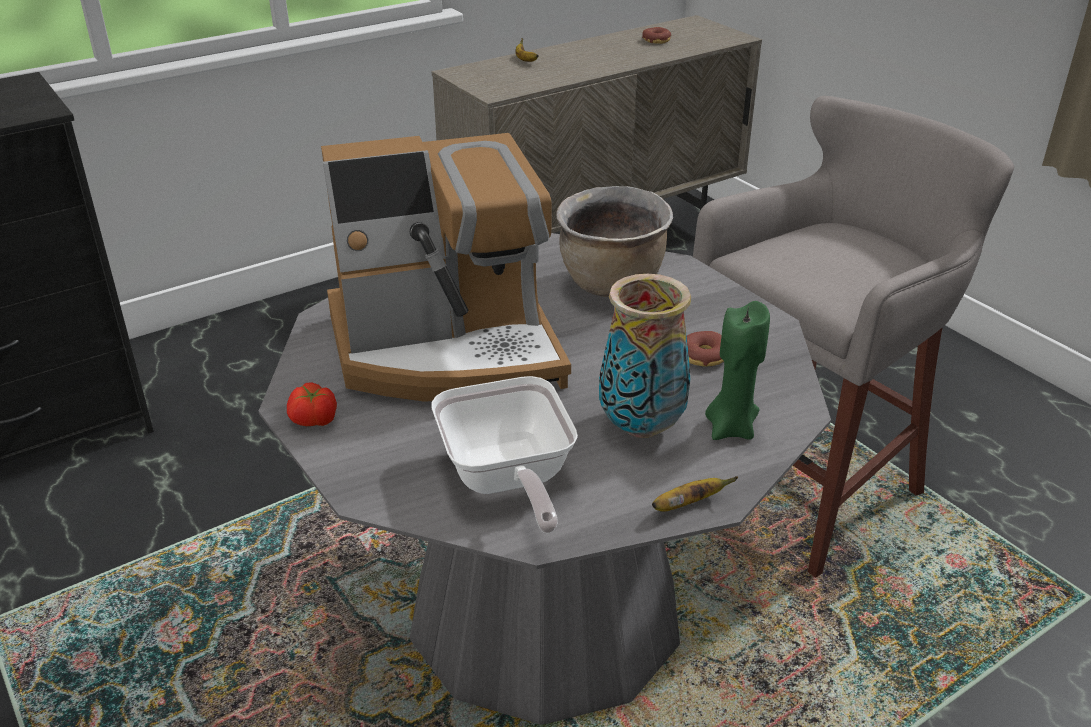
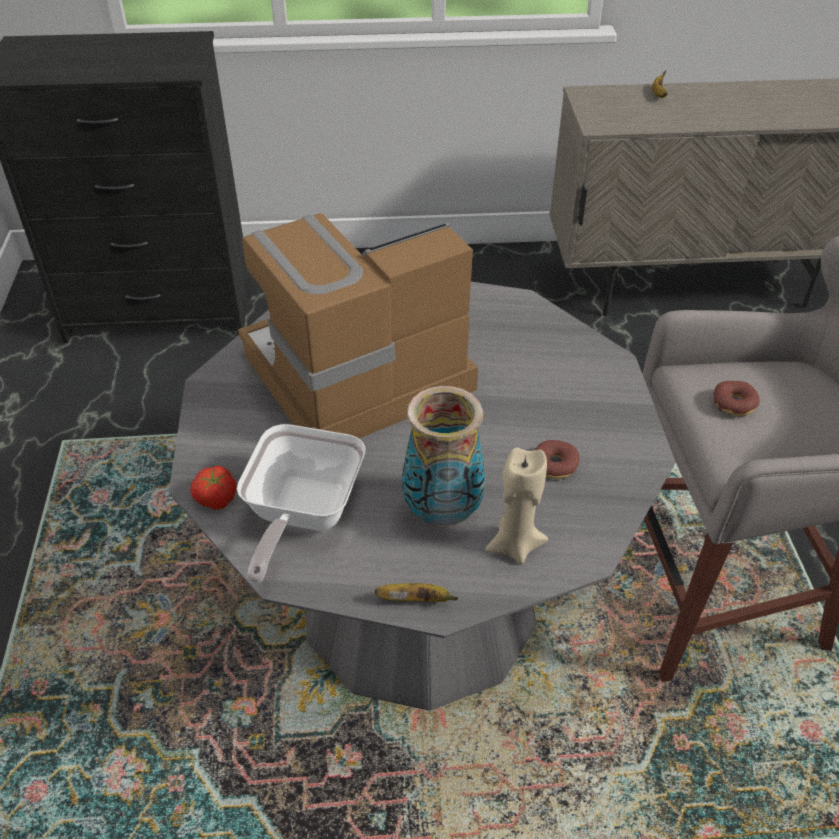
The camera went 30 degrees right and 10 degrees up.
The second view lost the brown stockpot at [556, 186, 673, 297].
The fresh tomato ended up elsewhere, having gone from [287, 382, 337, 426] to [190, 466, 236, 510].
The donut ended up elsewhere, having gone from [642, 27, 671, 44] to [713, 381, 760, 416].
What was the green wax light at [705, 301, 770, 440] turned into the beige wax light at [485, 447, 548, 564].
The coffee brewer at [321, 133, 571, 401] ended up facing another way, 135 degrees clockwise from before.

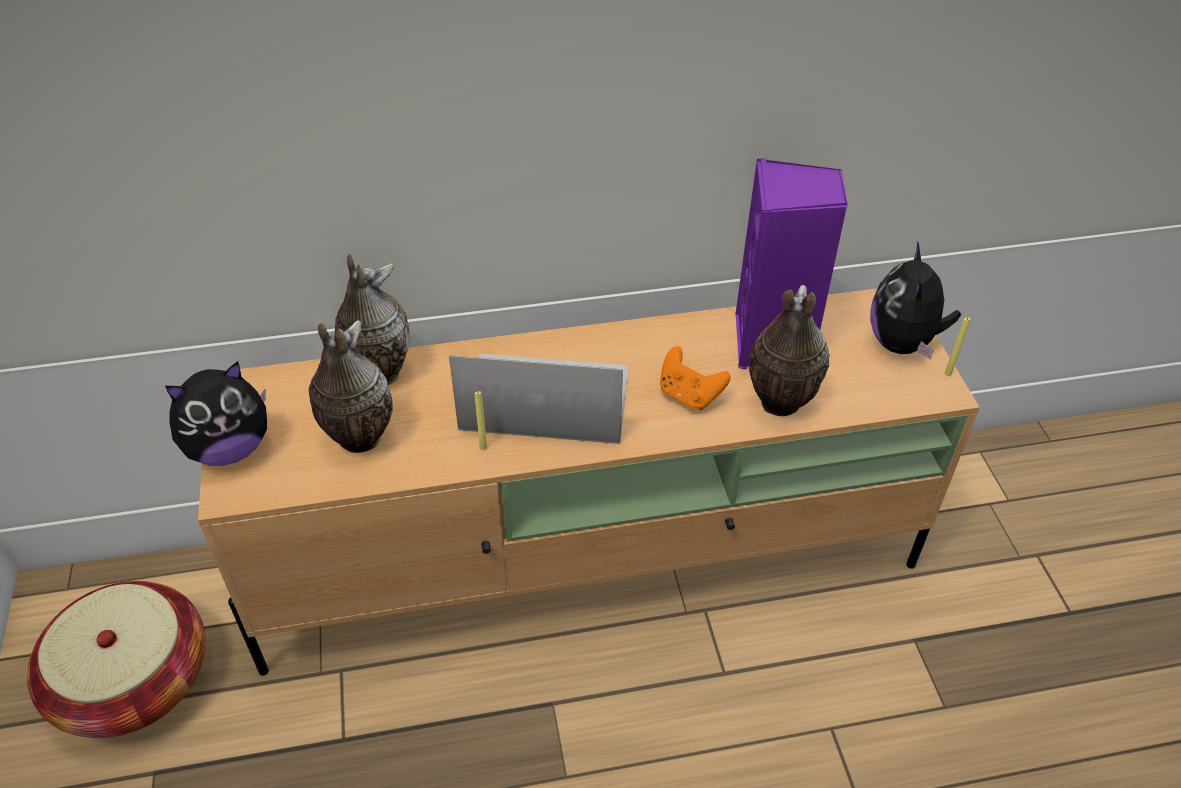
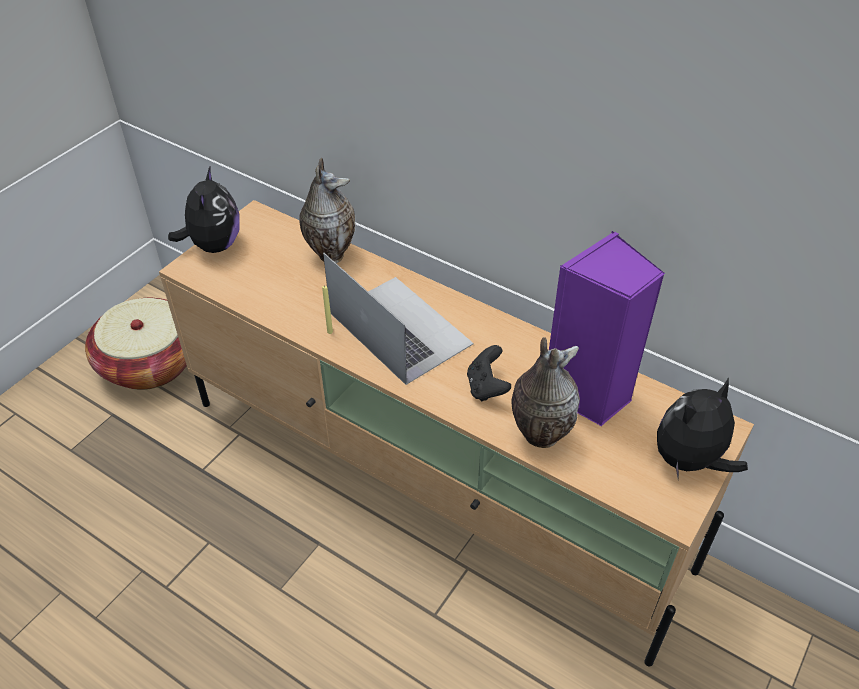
The camera went 45 degrees right and 0 degrees up.
The second view lost the vase at [309, 320, 393, 453].
The second view lost the yellow-coloured wax light at [945, 317, 971, 376].
What was the orangey game controller at [660, 346, 731, 411] turned into the blackish game controller at [467, 345, 511, 402].
The soft toy at [165, 361, 267, 466] ended up facing another way, 105 degrees counterclockwise from before.

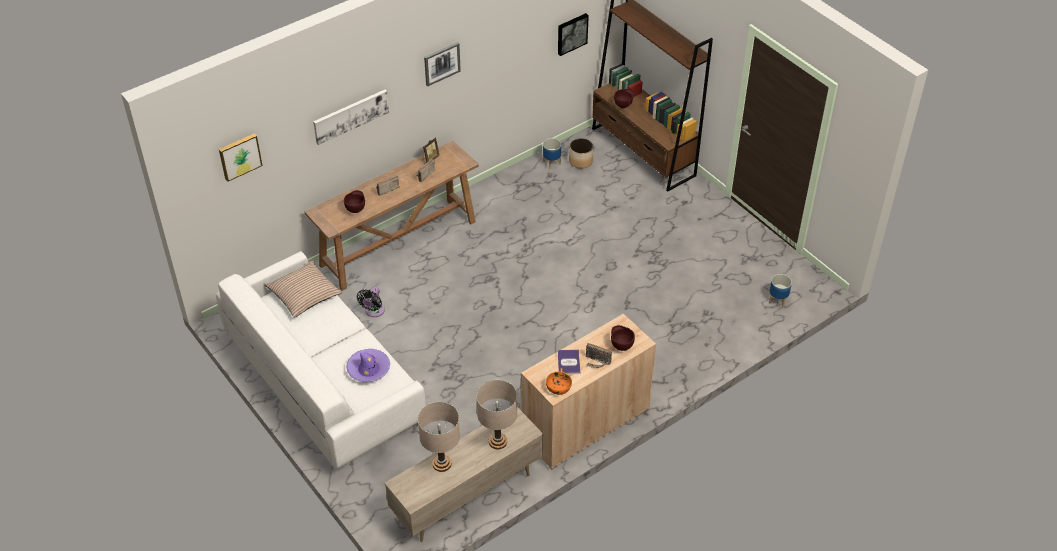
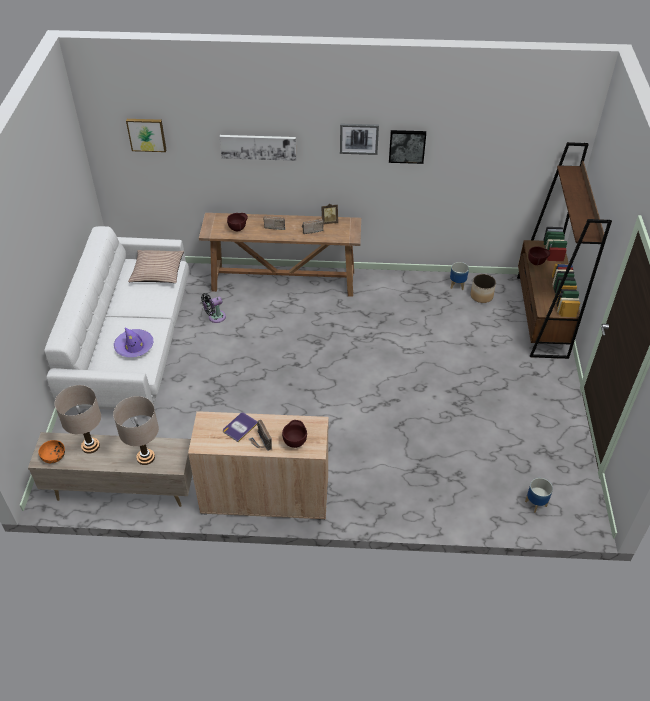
The camera went 40 degrees right and 0 degrees up.
The orangey serving bowl ended up elsewhere, having gone from [546, 371, 572, 395] to [38, 440, 65, 463].
The wall art ended up elsewhere, having gone from [558, 13, 589, 56] to [389, 130, 426, 164].

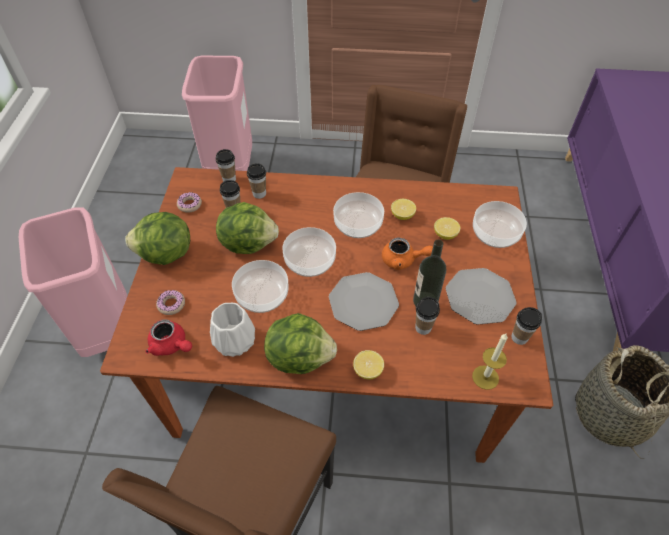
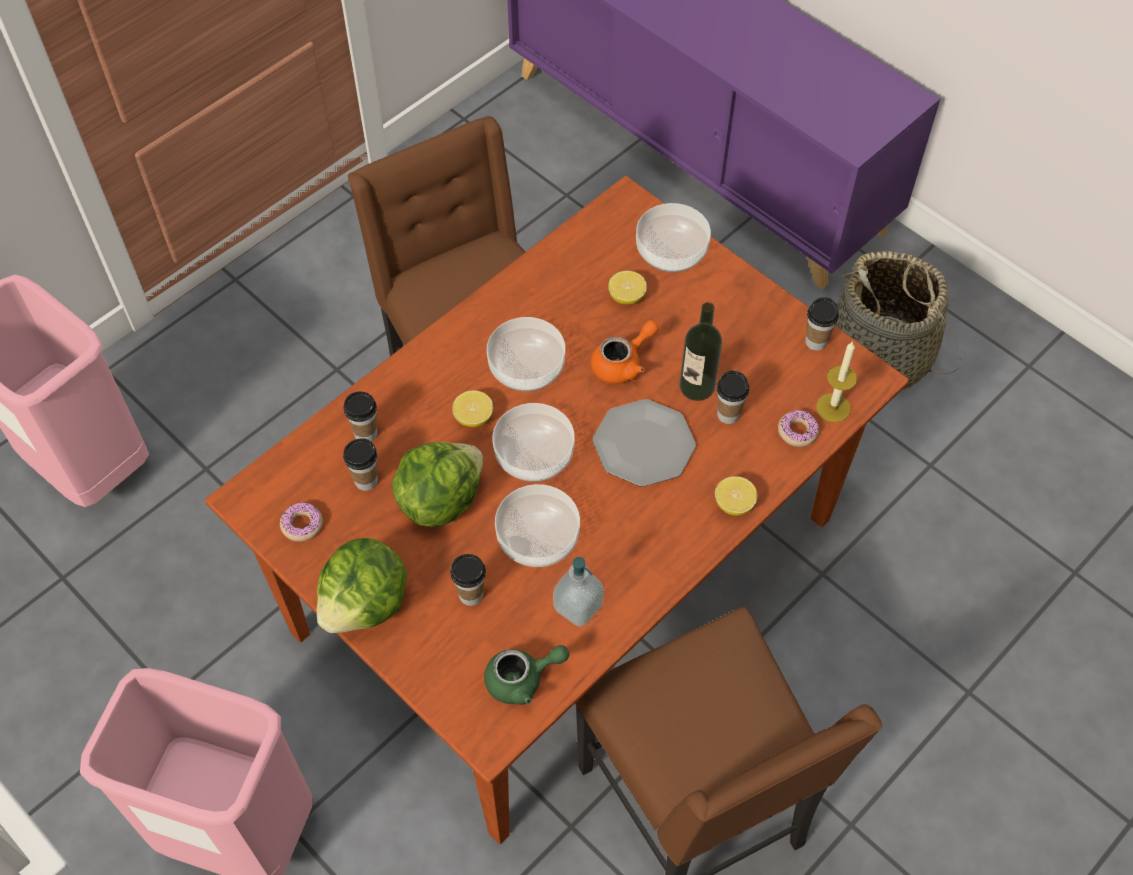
The camera went 50 degrees left and 5 degrees up.
The second view lost the lettuce at [264, 313, 337, 374].
The second view lost the flat dish at [446, 268, 516, 325].
The donut ended up elsewhere, having gone from [156, 290, 185, 315] to [778, 410, 819, 447].
The drinking cup ended up elsewhere, having gone from [216, 149, 236, 182] to [450, 554, 486, 606].
The whole lemon ended up elsewhere, having gone from [391, 199, 416, 220] to [452, 390, 493, 427].
Where the whitish vase stood at [210, 303, 255, 357], the liquid soap bottle came to stand at [553, 557, 604, 627].
What was the red teapot at [145, 319, 192, 356] turned into the green teapot at [484, 645, 569, 705].

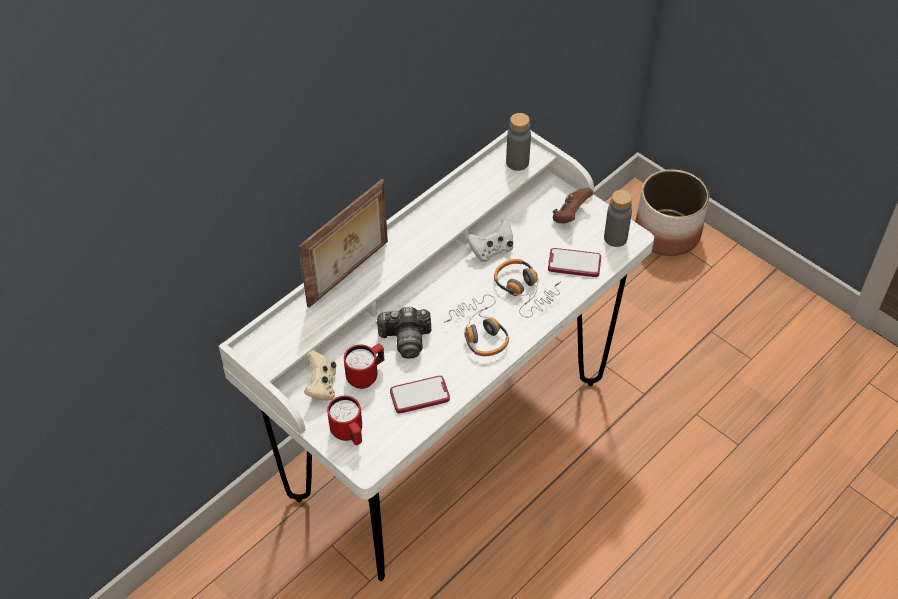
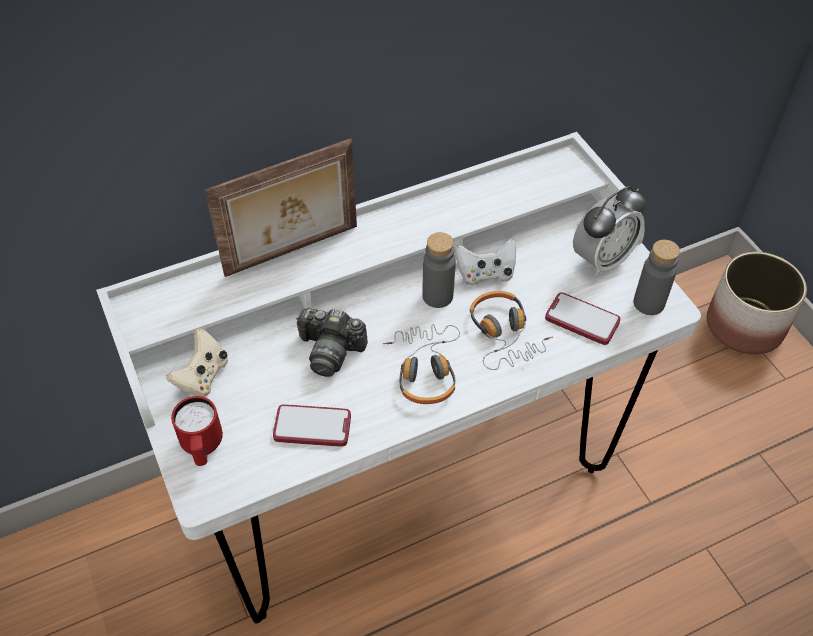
The camera went 20 degrees right and 0 degrees up.
The second view lost the red mug at [344, 344, 384, 389].
The gray bottle ended up elsewhere, having gone from [506, 113, 531, 171] to [422, 232, 456, 308].
Where the brown game controller stood at [552, 188, 593, 224], the table clock came to stand at [573, 186, 646, 276].

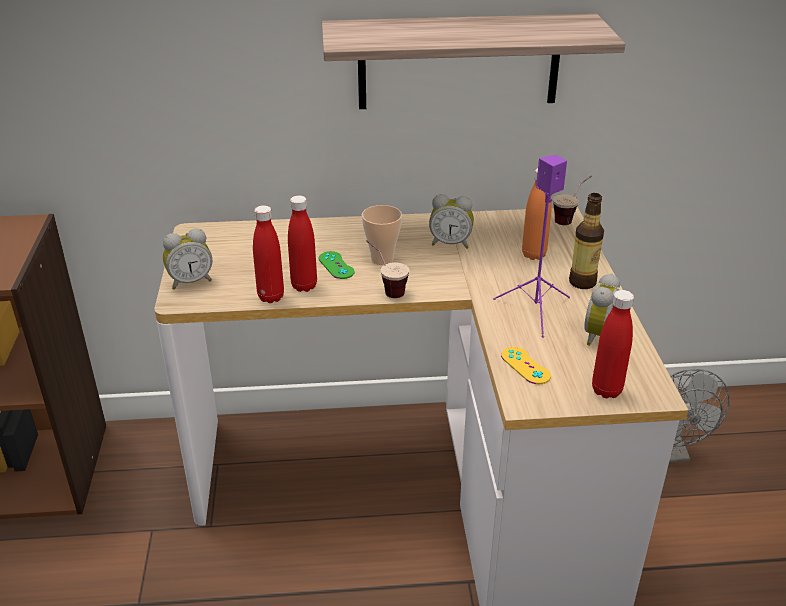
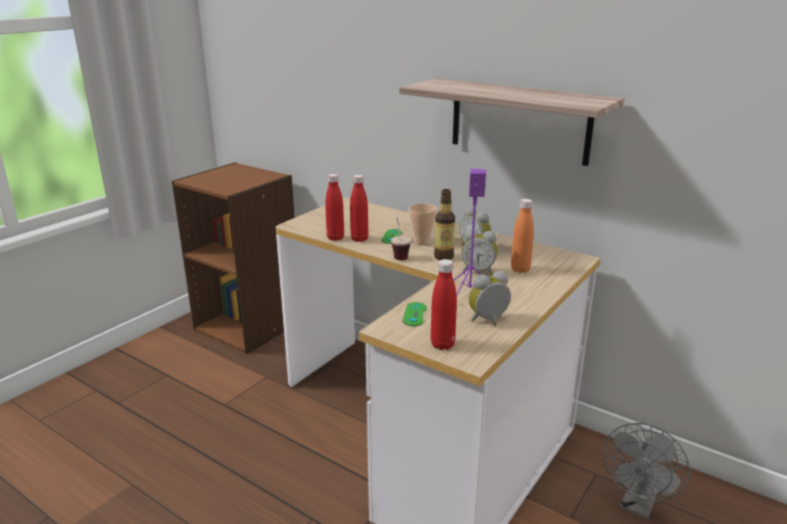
The camera went 40 degrees right and 10 degrees down.
The second view lost the drinking cup at [553, 175, 592, 225].
The table clock ended up elsewhere, having gone from [163, 228, 212, 290] to [461, 229, 498, 275].
The bottle ended up elsewhere, having gone from [569, 193, 604, 289] to [434, 189, 455, 260].
What was the yellow-coloured game controller at [501, 347, 551, 384] turned into the green game controller at [403, 302, 427, 326].

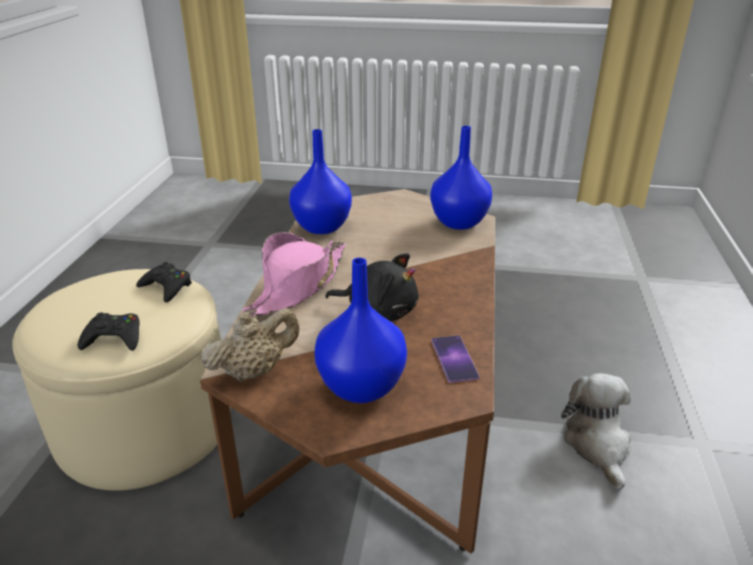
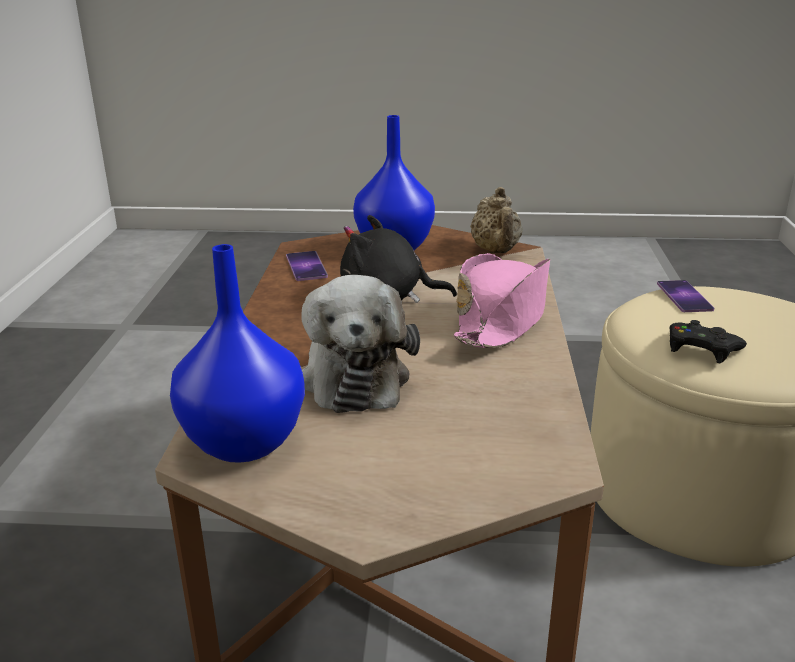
The camera went 175 degrees right and 5 degrees down.
The second view lost the bluish vase at [289, 129, 352, 234].
The soft toy ended up elsewhere, having gone from [561, 373, 631, 490] to [301, 275, 420, 413].
Where the blackish game controller stood at [77, 312, 140, 351], the phone came to stand at [657, 280, 714, 312].
The beige teapot at [201, 308, 299, 382] ended up facing another way, 60 degrees counterclockwise from before.

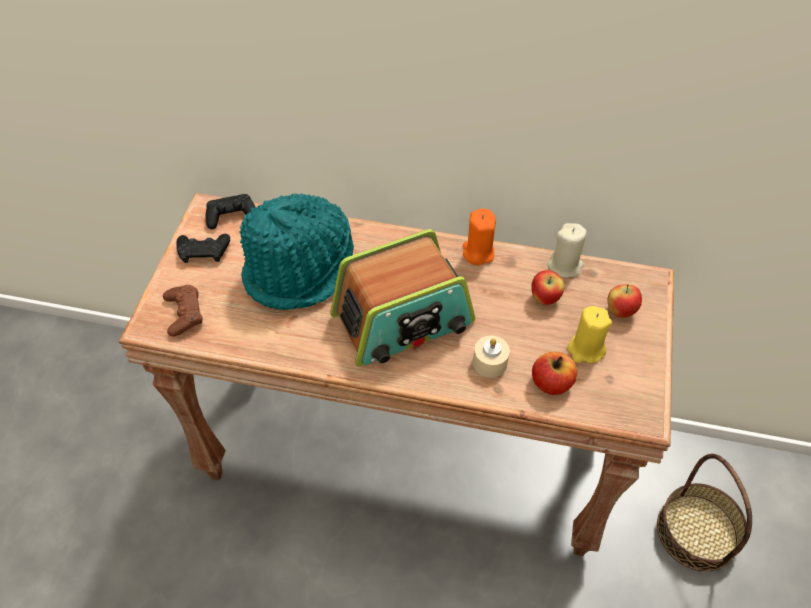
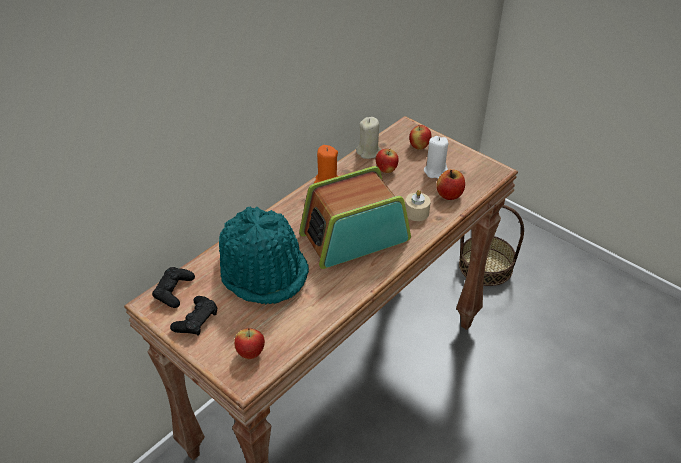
The camera went 60 degrees left and 10 degrees down.
Where the brown game controller stood at [163, 285, 203, 336], the apple fruit came to stand at [234, 328, 265, 359].
What was the yellow-coloured wax light at [567, 306, 612, 363] turned into the whitish wax light at [424, 136, 448, 179].
The radio receiver at [330, 229, 475, 367] ended up facing another way, 120 degrees counterclockwise from before.

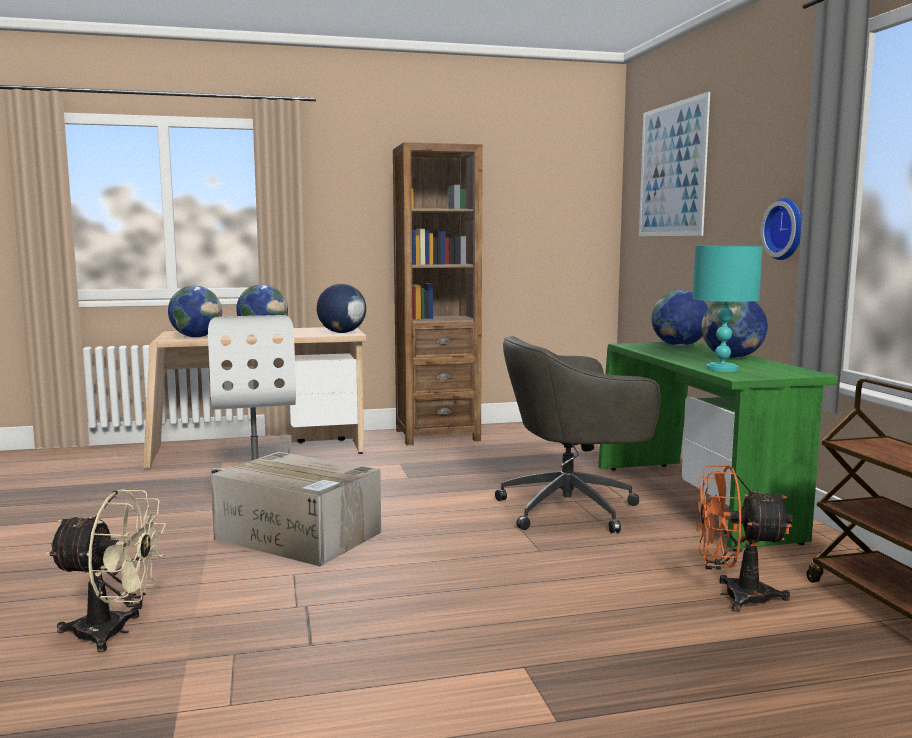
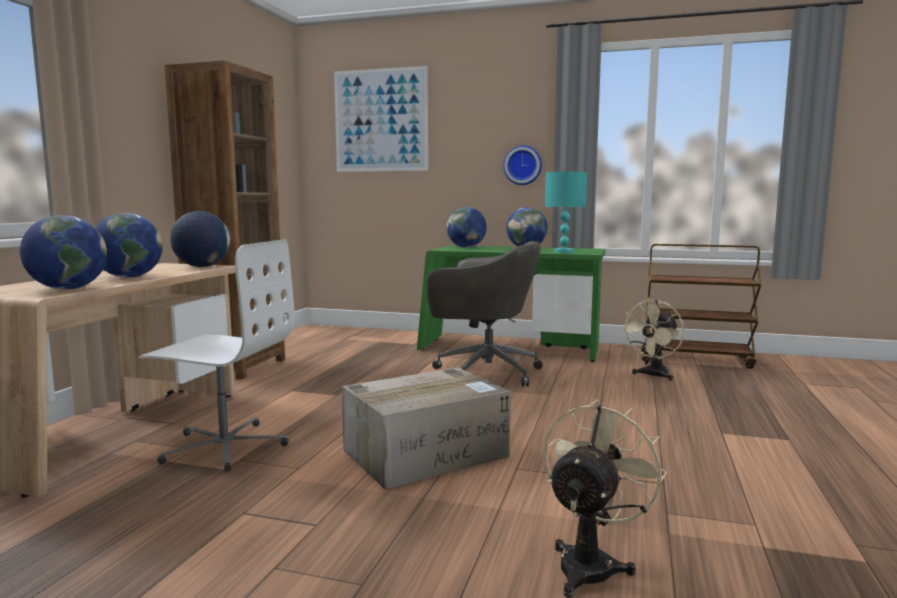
The camera went 60 degrees left and 0 degrees up.
What was the orangey fan at [696, 465, 793, 612] turned into the beige fan at [621, 299, 684, 381].
The gray office chair at [495, 336, 661, 533] ended up facing another way, 90 degrees counterclockwise from before.

